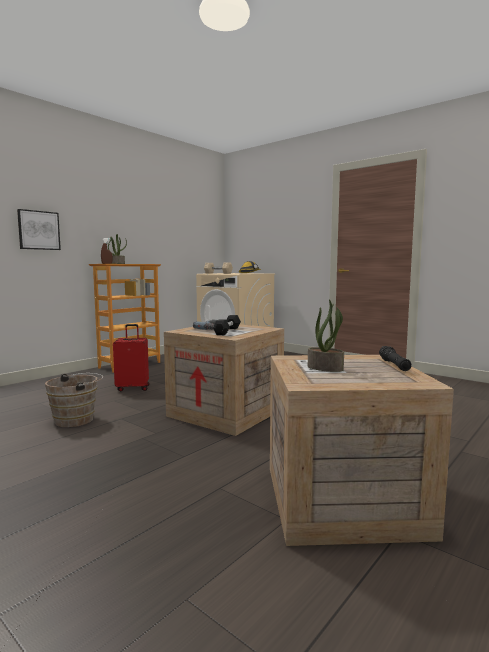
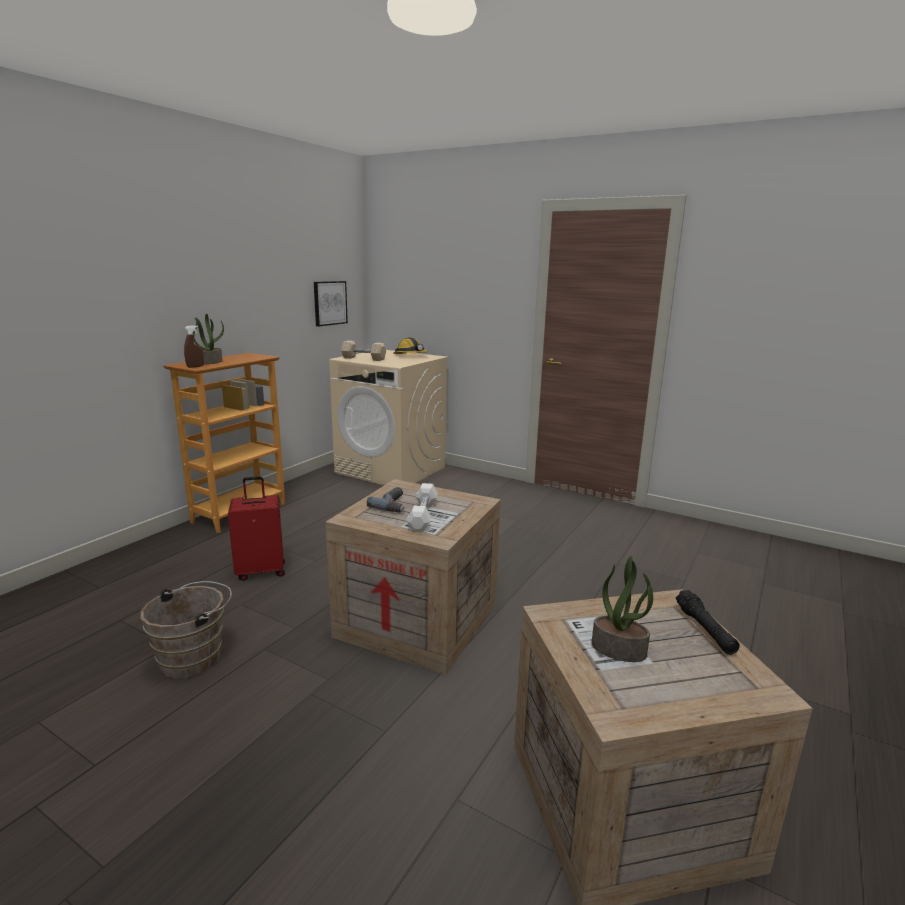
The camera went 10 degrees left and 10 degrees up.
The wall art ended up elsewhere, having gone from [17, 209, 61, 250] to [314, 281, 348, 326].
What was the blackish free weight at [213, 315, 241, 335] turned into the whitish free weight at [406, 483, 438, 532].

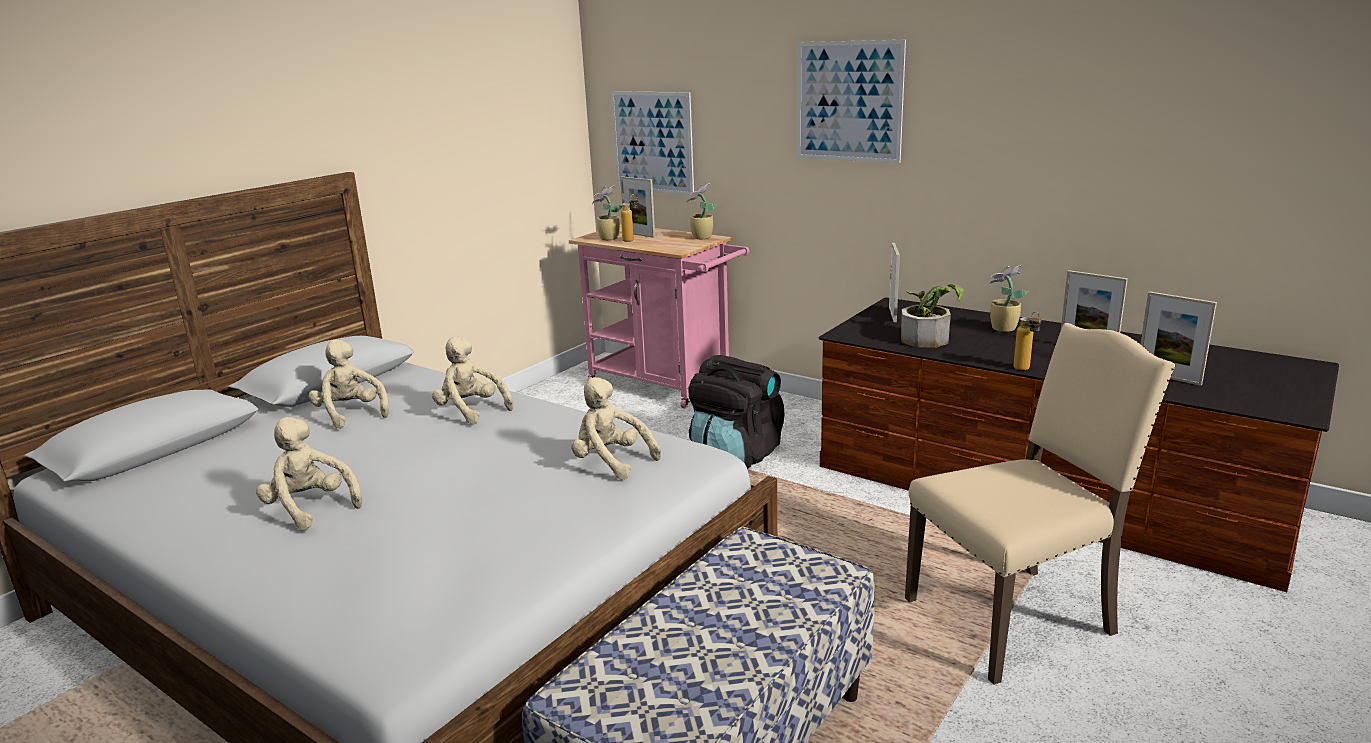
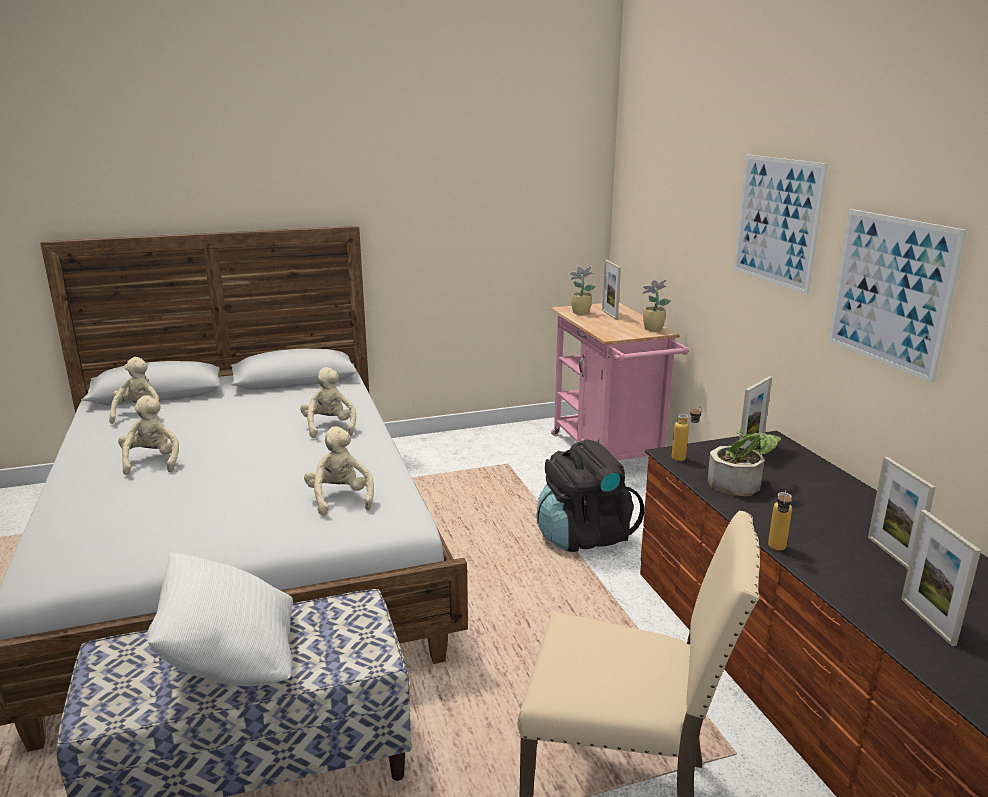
The camera went 35 degrees right and 0 degrees up.
The second view lost the plant in a pot at [989, 265, 1028, 332].
The second view gained the whitish pillow at [147, 552, 293, 686].
The beige soft toy ended up elsewhere, having gone from [309, 339, 389, 429] to [109, 357, 160, 424].
The wall art ended up elsewhere, having gone from [611, 91, 694, 195] to [828, 209, 967, 383].
The bottle ended up elsewhere, having gone from [621, 194, 638, 242] to [672, 405, 702, 461].

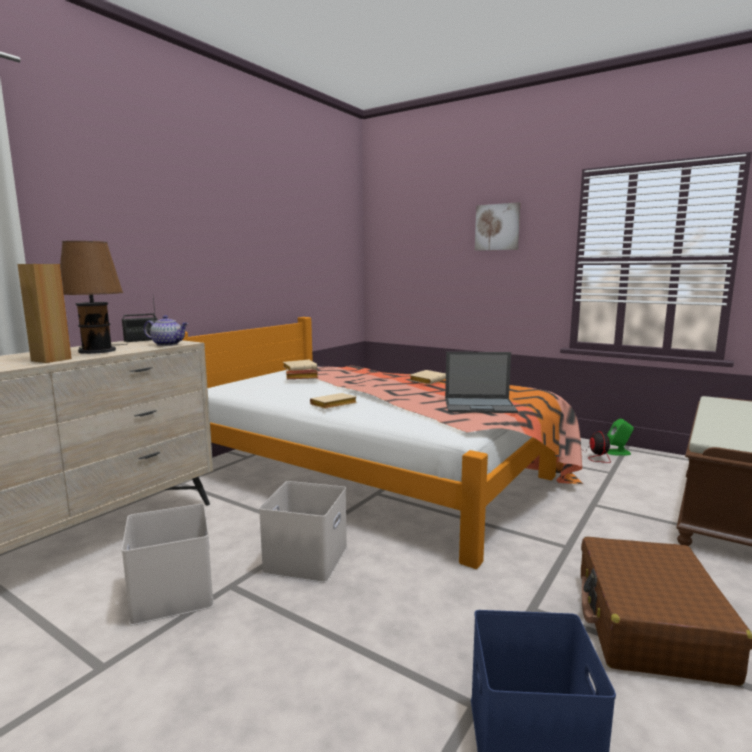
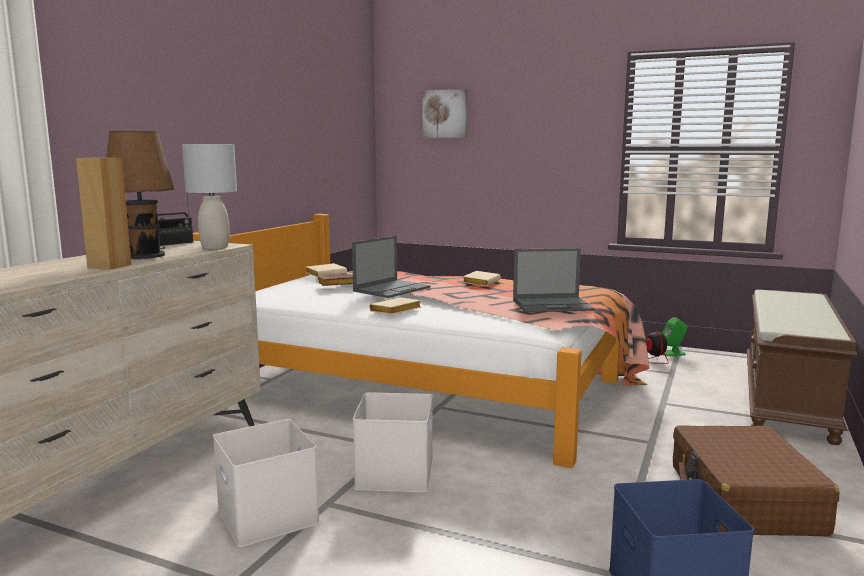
The camera went 10 degrees left and 0 degrees up.
The second view gained the laptop at [352, 236, 430, 298].
The wall art ended up elsewhere, having gone from [475, 202, 520, 251] to [423, 89, 467, 138].
Where the teapot stood at [144, 315, 189, 346], the gray table lamp came to stand at [182, 144, 237, 249].

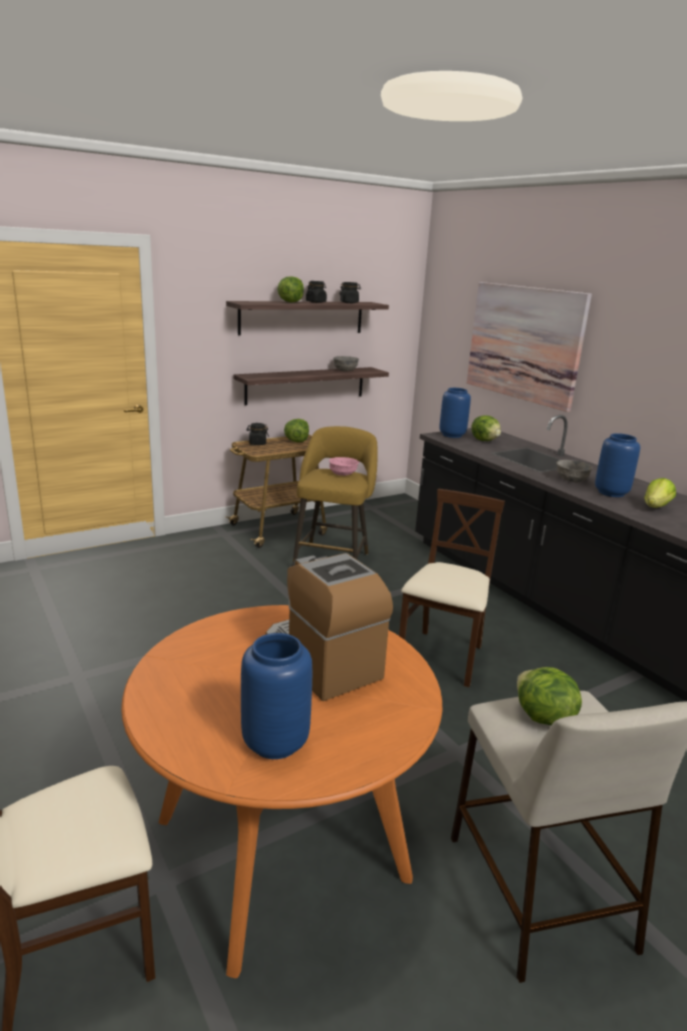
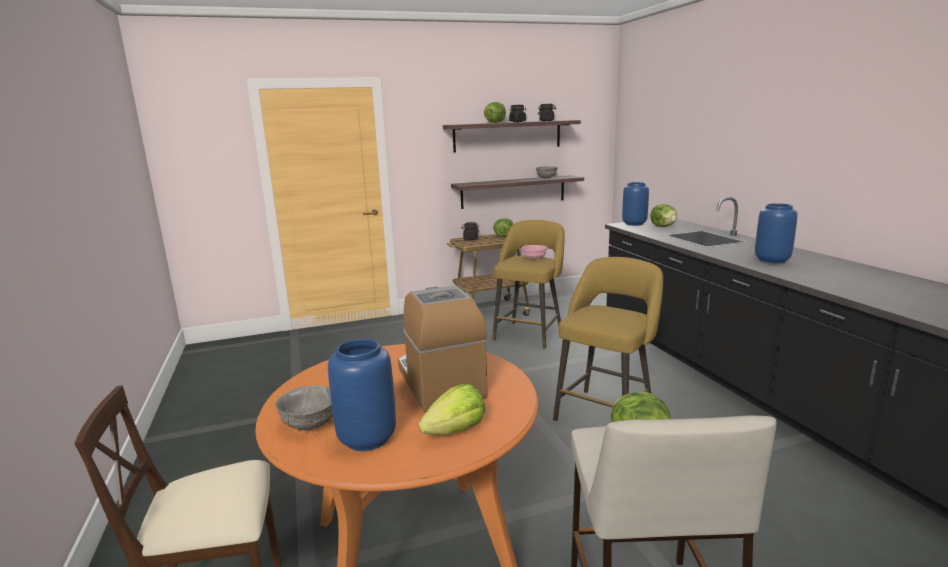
The camera went 15 degrees right and 5 degrees down.
The second view lost the wall art at [467, 282, 592, 412].
The gray serving bowl ended up elsewhere, having gone from [556, 460, 592, 482] to [275, 385, 333, 430].
The lettuce ended up elsewhere, having gone from [644, 478, 676, 508] to [419, 384, 486, 435].
Where the beige plain chair stood at [399, 489, 505, 687], the yellow-coloured stool came to stand at [553, 257, 663, 421].

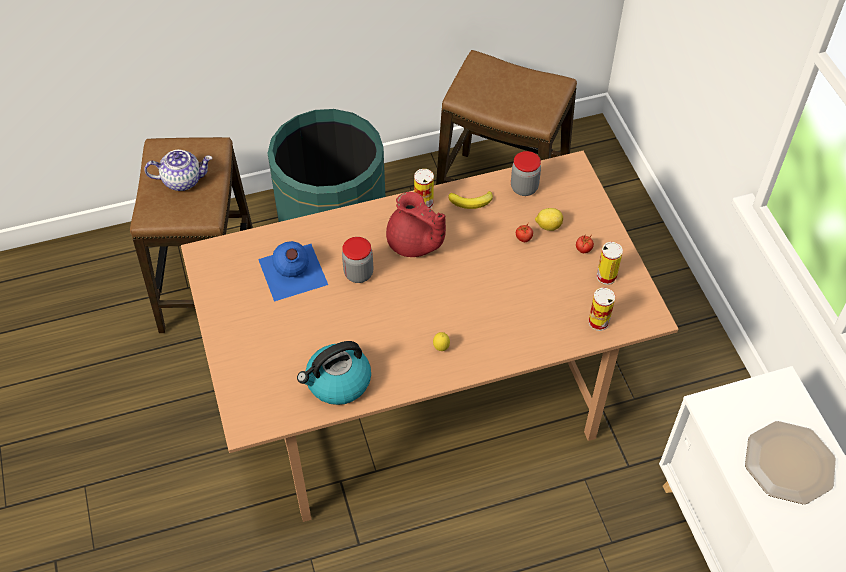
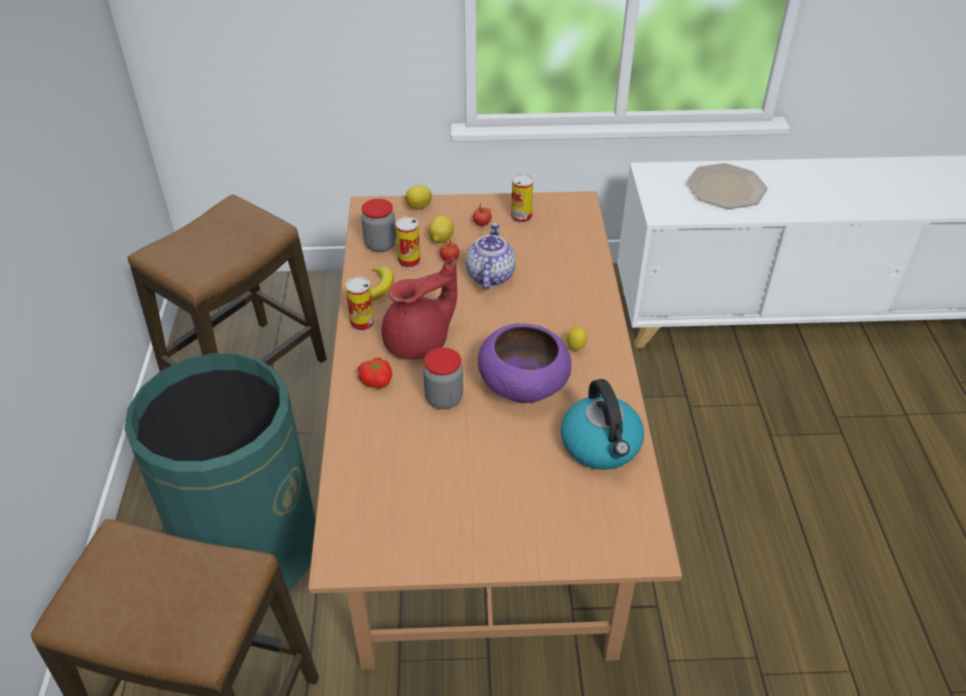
The camera went 75 degrees left and 10 degrees down.
The second view lost the bluish bottle at [258, 241, 328, 302].
The second view gained the fresh tomato at [358, 358, 392, 389].
The second view gained the whole lemon at [405, 185, 432, 210].
The second view gained the purple-coloured serving bowl at [478, 324, 571, 403].
The teapot ended up elsewhere, having gone from [144, 150, 212, 191] to [466, 223, 516, 290].
The sealed can ended up elsewhere, having gone from [588, 287, 615, 331] to [395, 216, 421, 269].

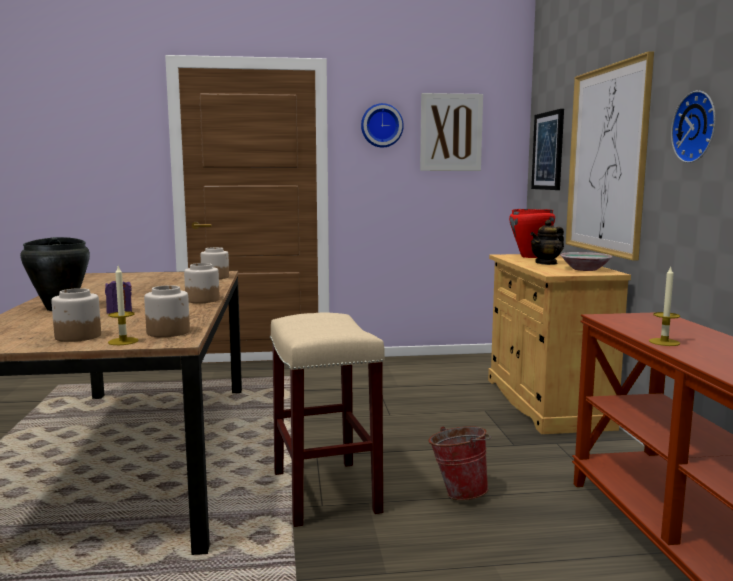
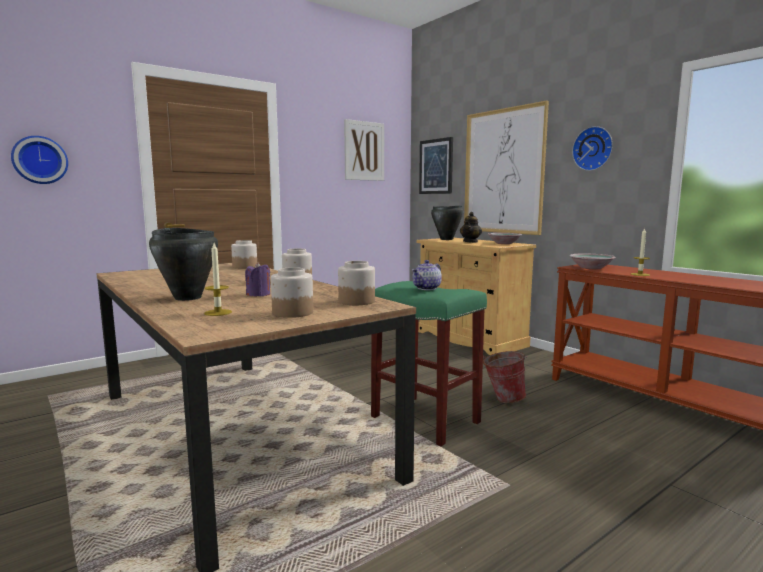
The camera went 30 degrees left and 0 degrees up.
The second view gained the teapot at [412, 260, 442, 290].
The second view gained the serving bowl at [569, 253, 616, 269].
The wax light ended up elsewhere, having gone from [108, 266, 138, 345] to [204, 243, 232, 316].
The clock on the wall ended up elsewhere, having gone from [361, 103, 404, 148] to [11, 136, 68, 184].
What was the beige stool at [270, 313, 385, 527] turned into the green stool at [371, 281, 487, 446].
What was the red stockpot at [509, 209, 555, 258] turned into the blackish stockpot at [431, 205, 463, 240].

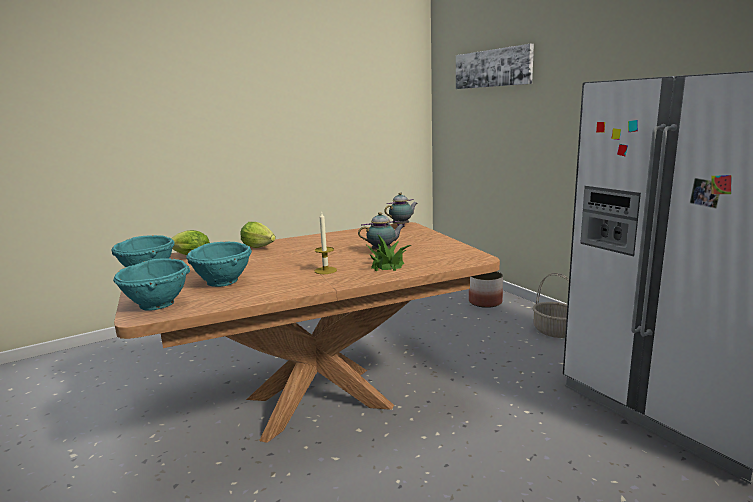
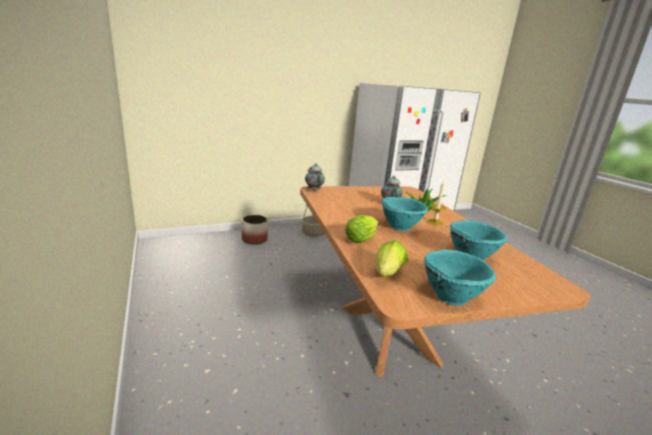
The camera went 85 degrees left and 5 degrees up.
The second view lost the wall art at [456, 44, 534, 89].
The blue-green serving bowl ended up elsewhere, having gone from [113, 258, 190, 311] to [381, 197, 428, 231].

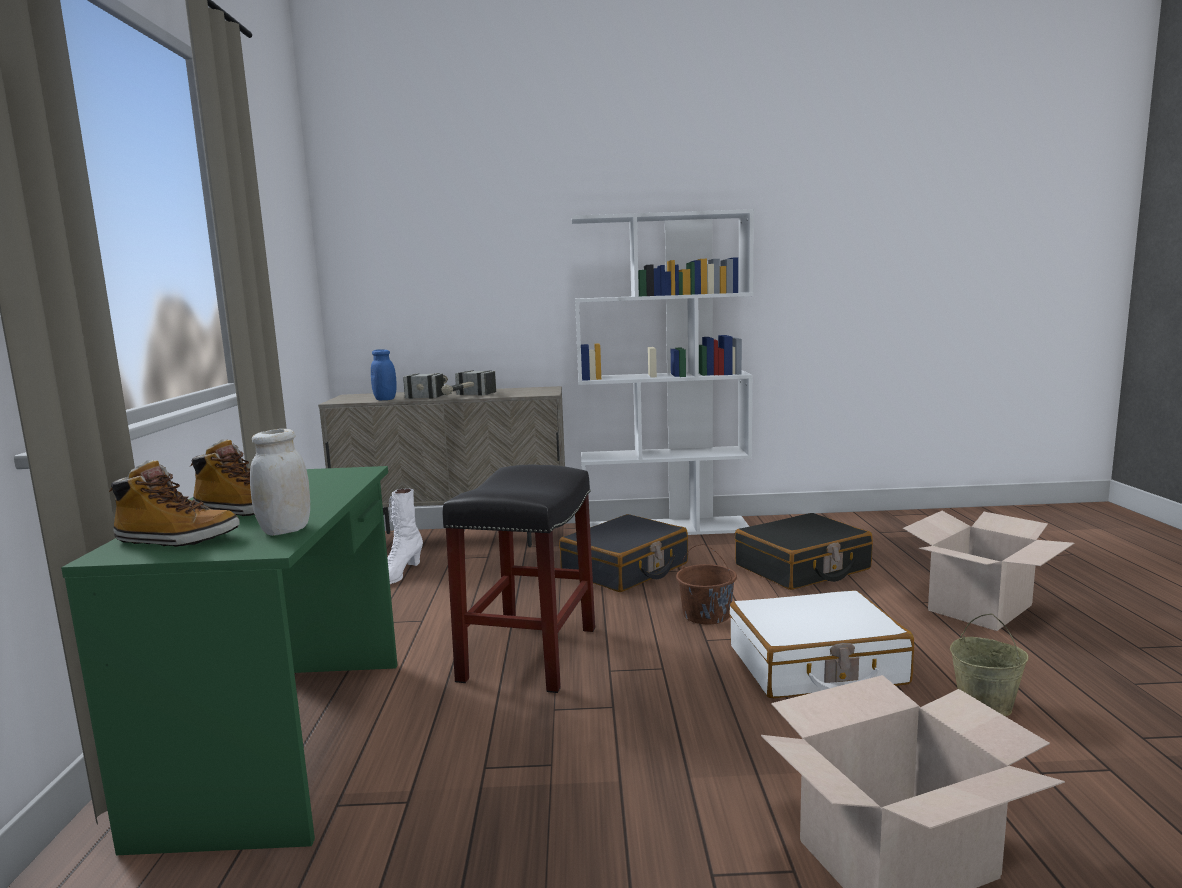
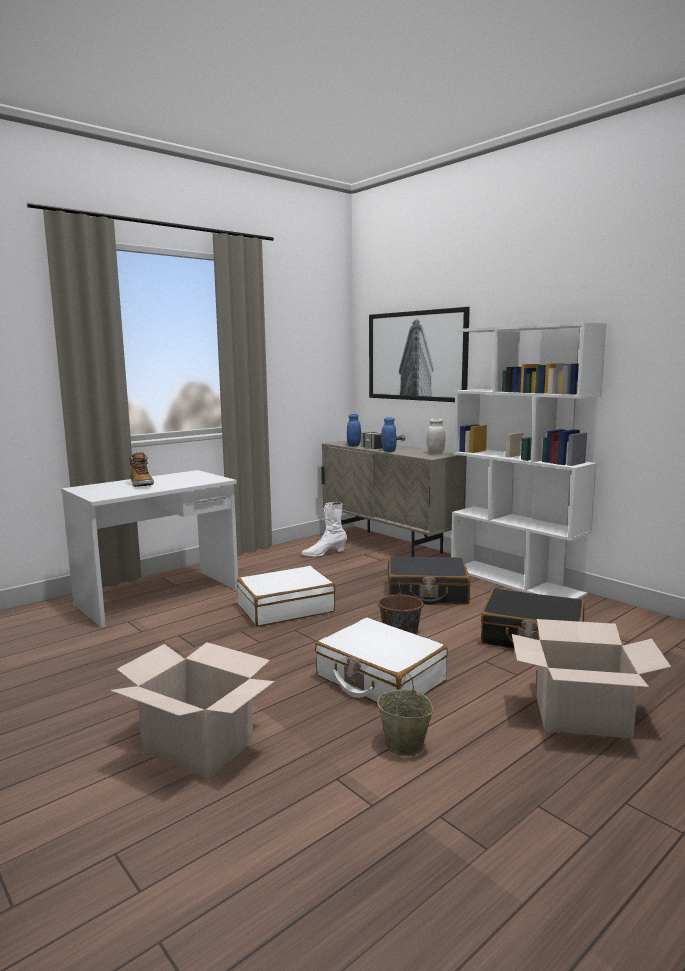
The camera went 50 degrees right and 0 degrees up.
The second view lost the boot at [109, 460, 240, 547].
The second view gained the wall art at [369, 307, 470, 402].
The whitish preserve jar ended up elsewhere, having gone from [250, 429, 310, 536] to [427, 419, 446, 454].
Where the tool hammer stood at [441, 370, 496, 396], the bluish preserve jar came to stand at [381, 418, 397, 452].
Where the blackish stool stood at [443, 465, 595, 693], the whitish suitcase came to stand at [237, 566, 336, 627].
What was the green desk at [61, 466, 397, 855] turned into the whitish desk at [61, 470, 238, 628].

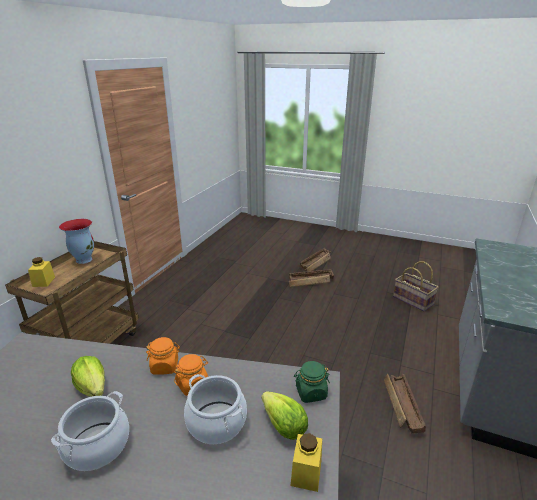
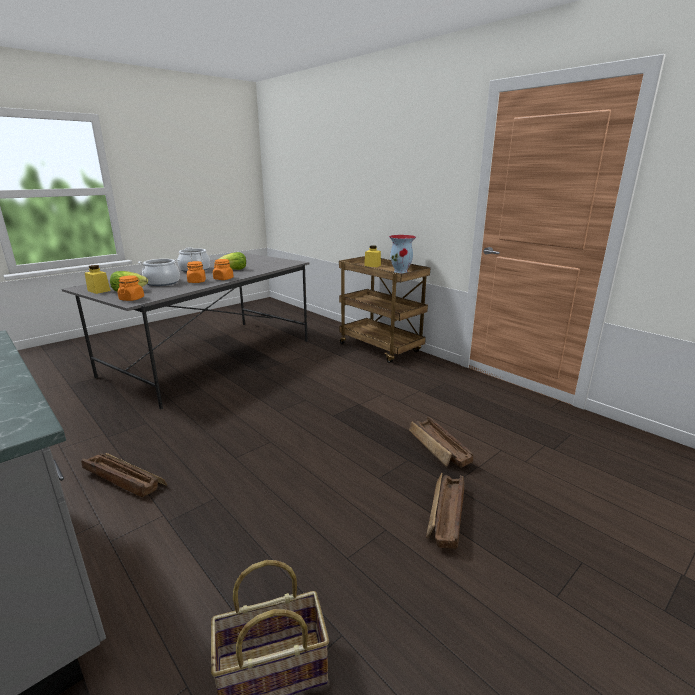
The camera went 115 degrees right and 5 degrees down.
The packing crate ended up elsewhere, having gone from [300, 248, 331, 271] to [409, 417, 473, 467].
What was the green preserve jar at [294, 361, 330, 403] turned into the orangey preserve jar at [118, 276, 144, 301].

